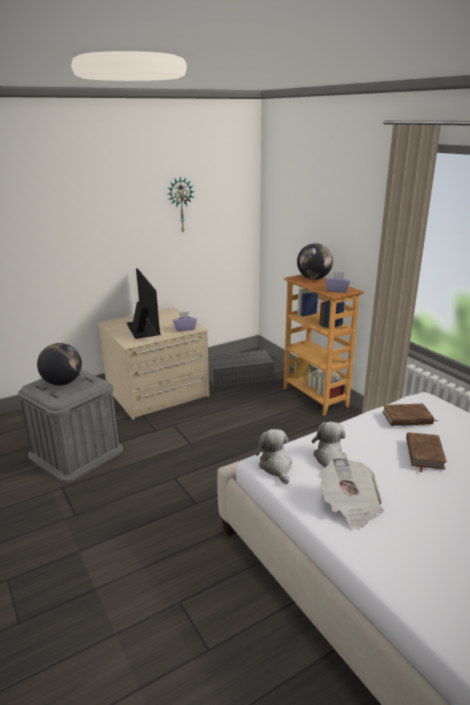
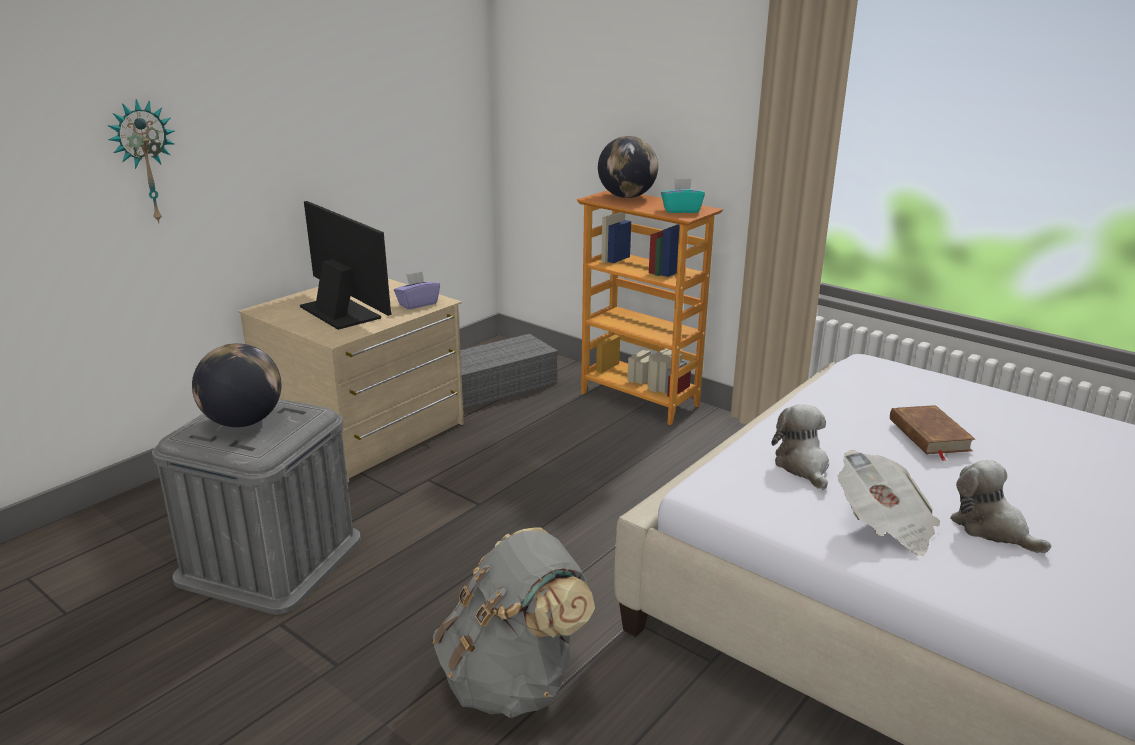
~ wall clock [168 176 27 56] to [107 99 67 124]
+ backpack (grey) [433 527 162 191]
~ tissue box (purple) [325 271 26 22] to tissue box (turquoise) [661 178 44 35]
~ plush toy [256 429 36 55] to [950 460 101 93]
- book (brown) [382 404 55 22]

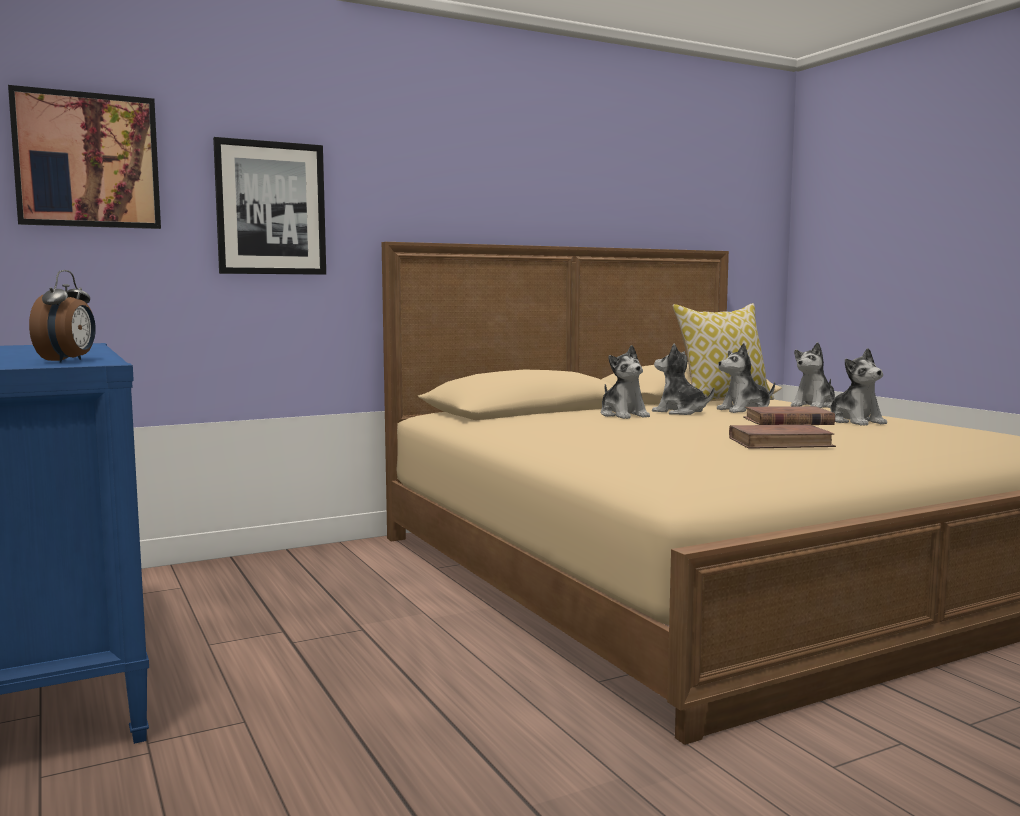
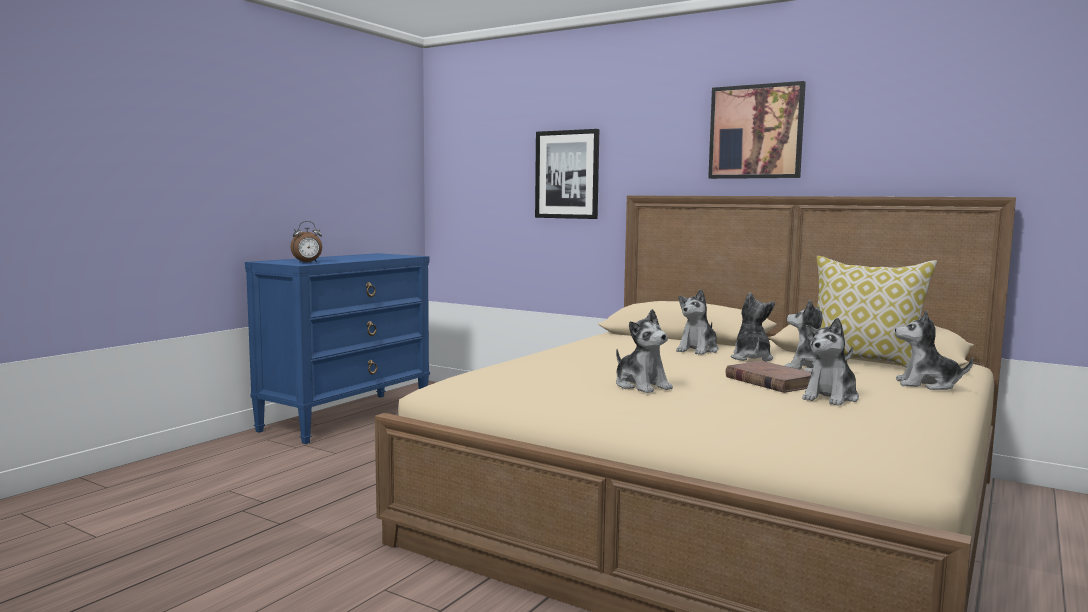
~ book (brown) [729 425 107 24] to plush toy [616 309 57 84]
~ picture [8 85 153 144] to [708 81 98 98]

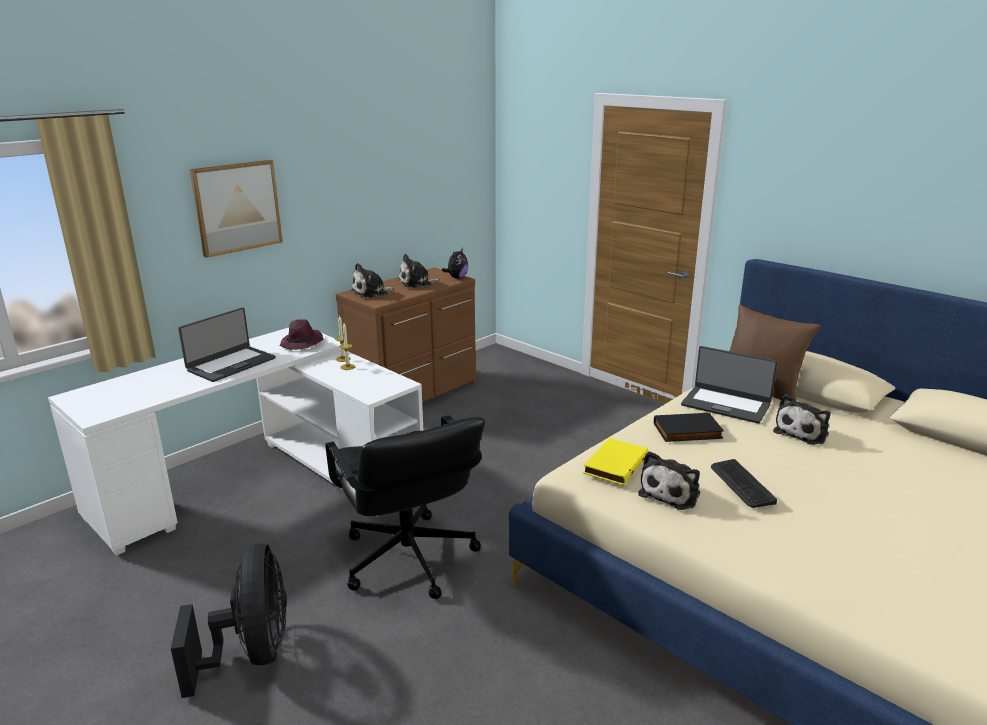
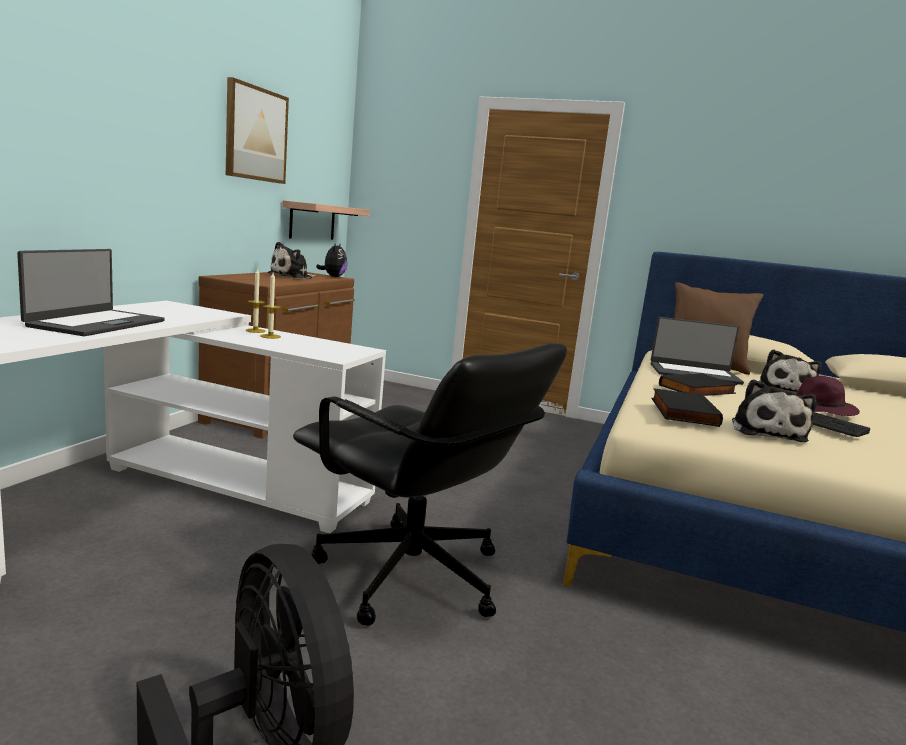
~ picture [190 160 93 98] to [226 77 63 107]
+ shelf [282 200 88 39]
~ book (yellow) [583 438 65 48] to book (black) [651 388 72 39]
~ hat (purple) [280 319 44 31] to [794 376 66 40]
- plush toy [351 263 43 35]

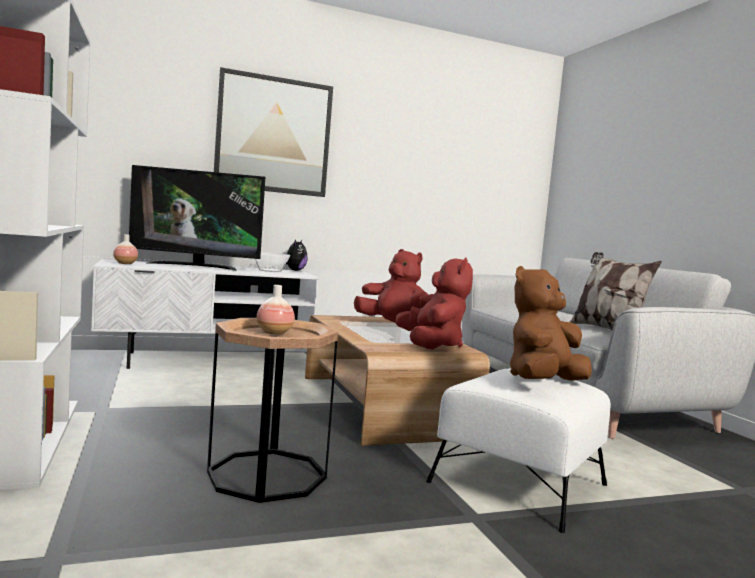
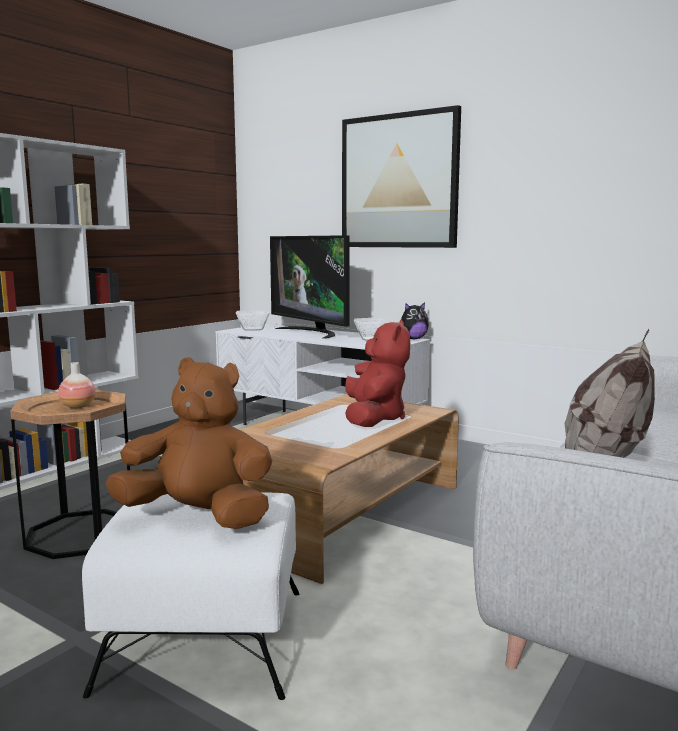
~ vase [113 234 25 30] to bowl [236 310 34 21]
- plush toy (red) [410 258 63 91]

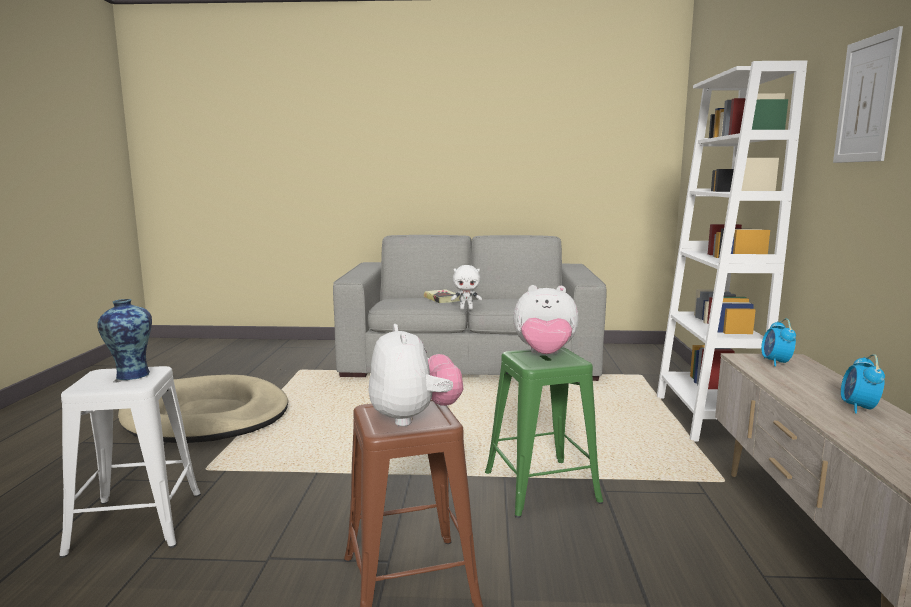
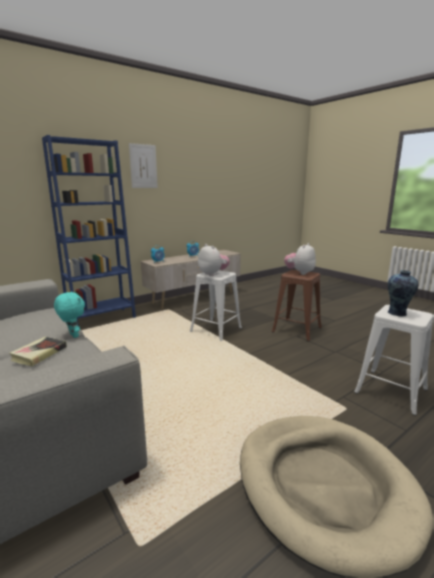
~ bookcase (white) [657 61 150 381] to bookcase (blue) [42 135 94 191]
~ plush toy (white) [451 265 31 45] to plush toy (turquoise) [54 291 31 47]
~ stool (green) [485 347 118 171] to stool (white) [190 270 52 71]

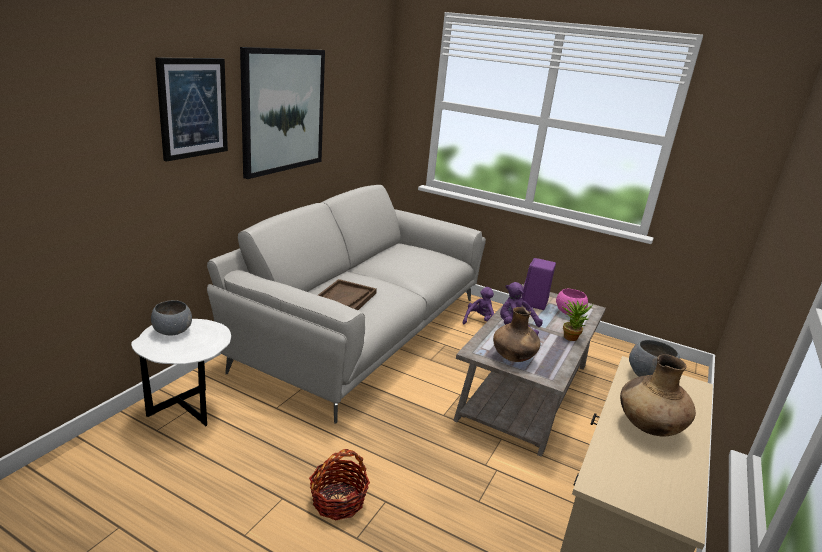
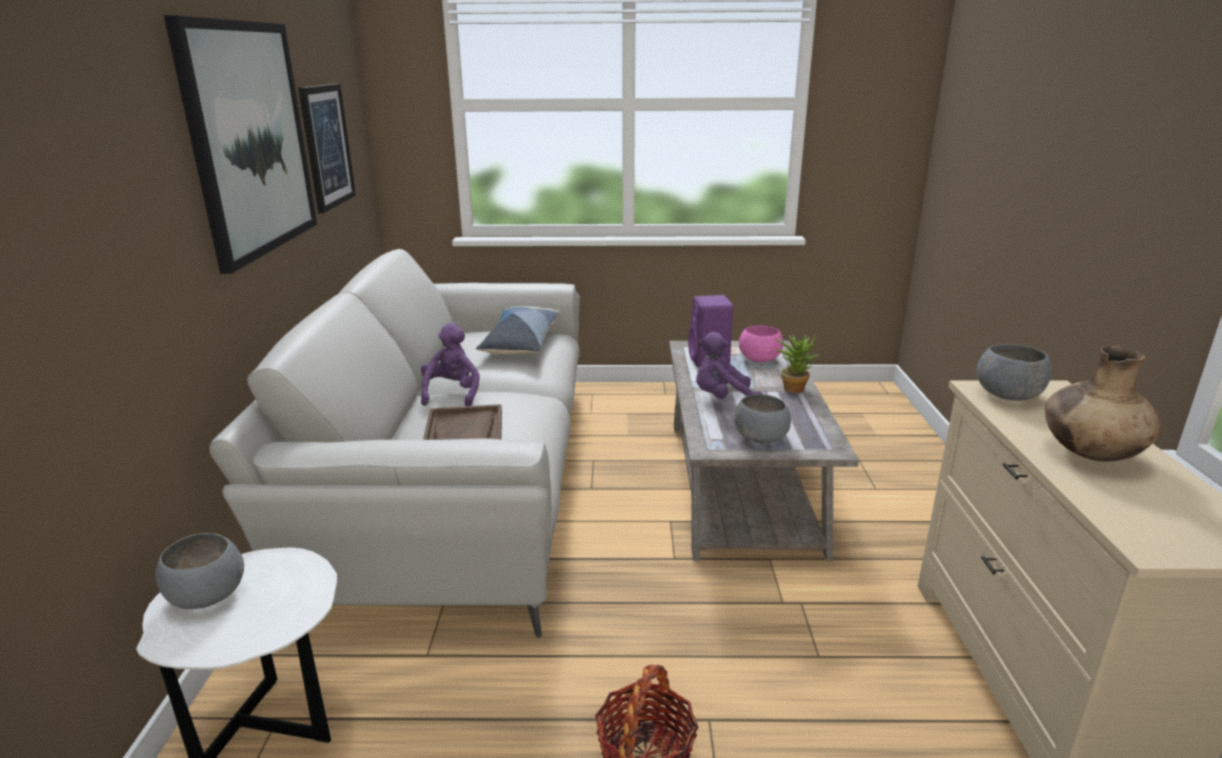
~ picture [155 57 73 104] to [298 84 58 129]
~ plush toy (purple) [462 287 32 37] to [421 323 59 83]
+ pillow [476 306 84 49]
~ vase (brown) [493 307 48 55] to bowl (grey) [735 394 56 50]

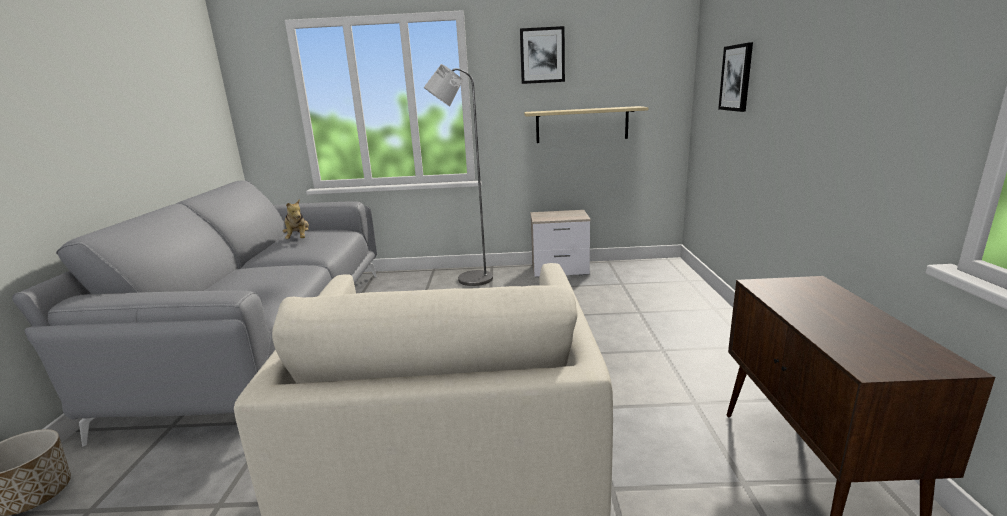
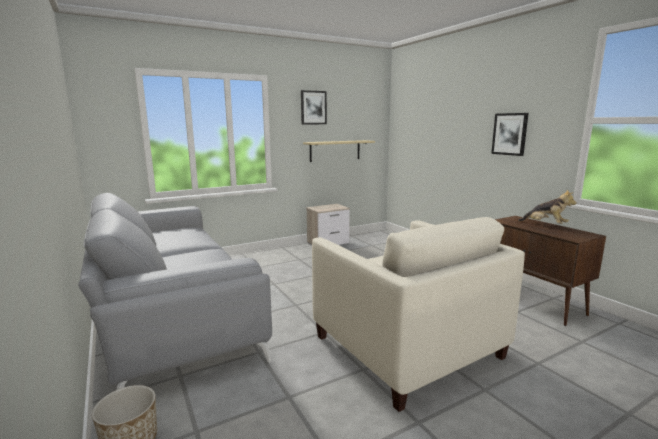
~ picture [718 42 35 70] to [491 113 37 43]
~ plush toy [283 199 26 40] to [518 189 58 35]
- floor lamp (grey) [424 64 69 222]

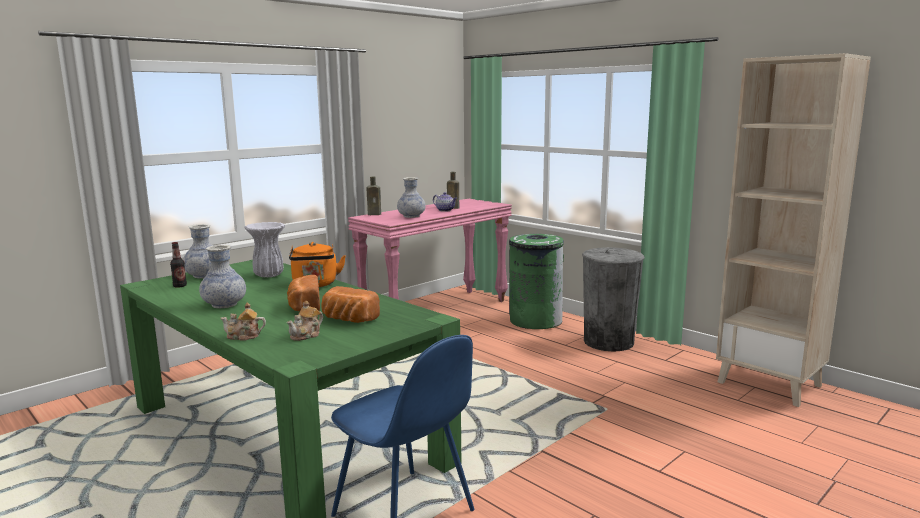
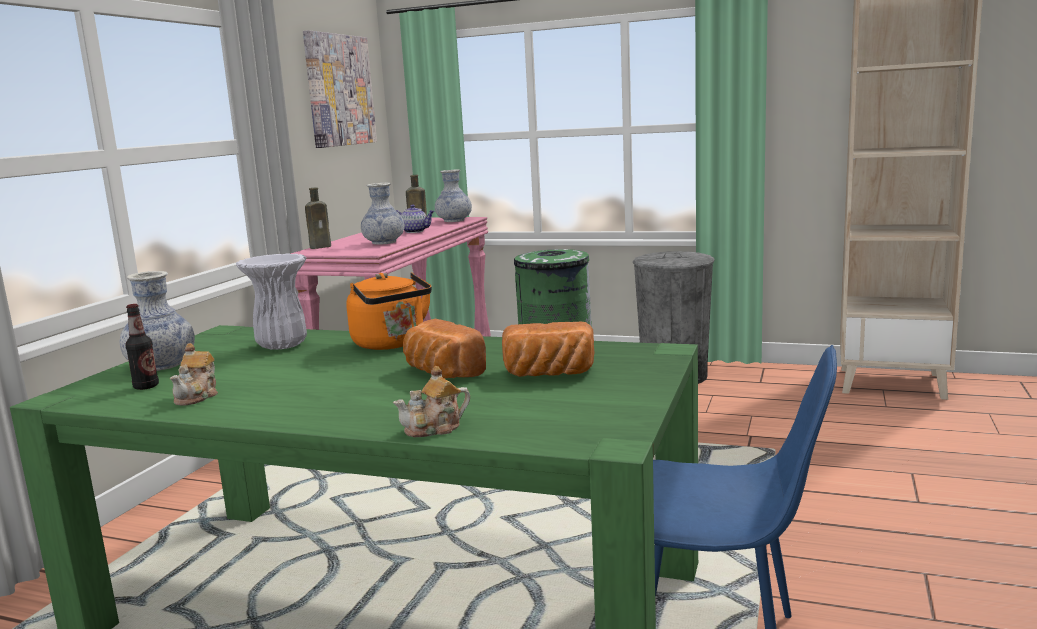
~ teapot [287 301 36 40] to [170 343 48 62]
+ picture [303 30 74 118]
~ vase [199 245 47 63] to [435 170 37 52]

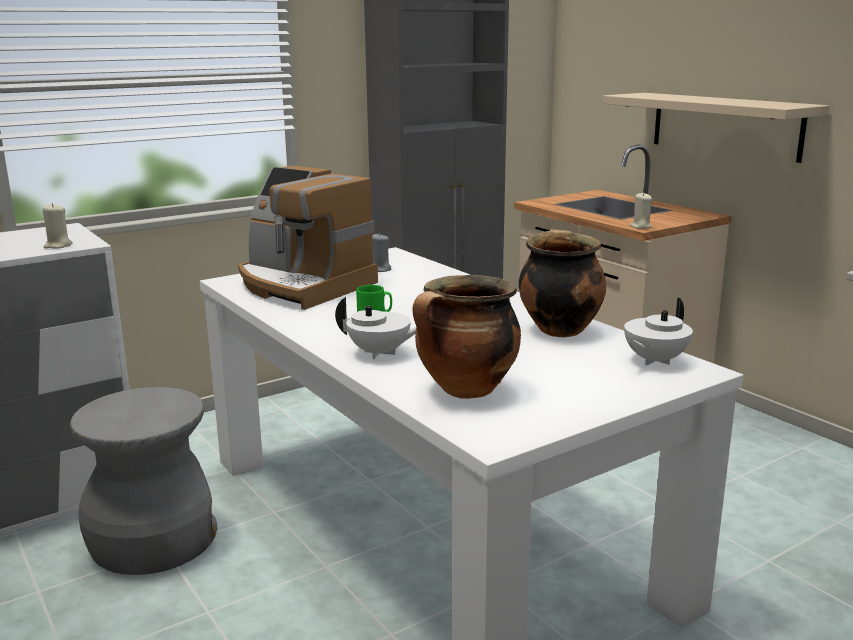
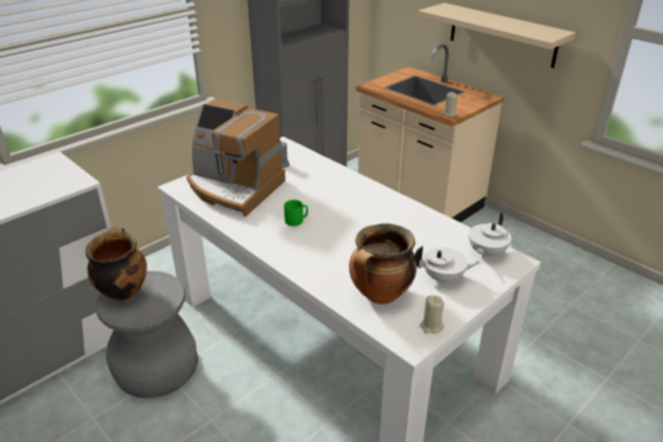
~ cooking pot [519 229 87 108] to [86 227 61 74]
~ teapot (white) [335 297 81 62] to [414 246 66 40]
~ candle (beige) [42 203 31 46] to [420 295 24 39]

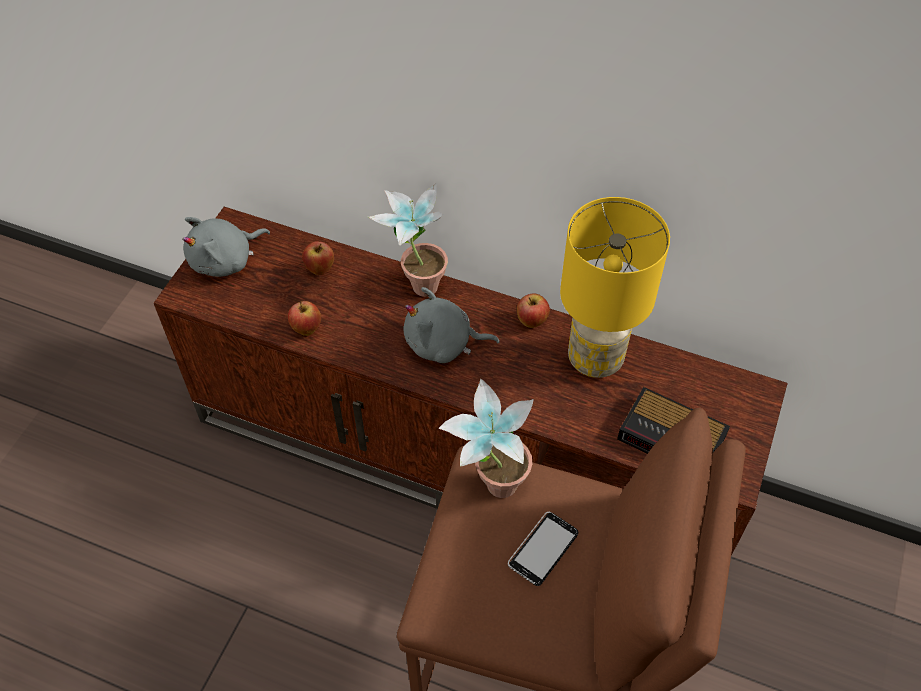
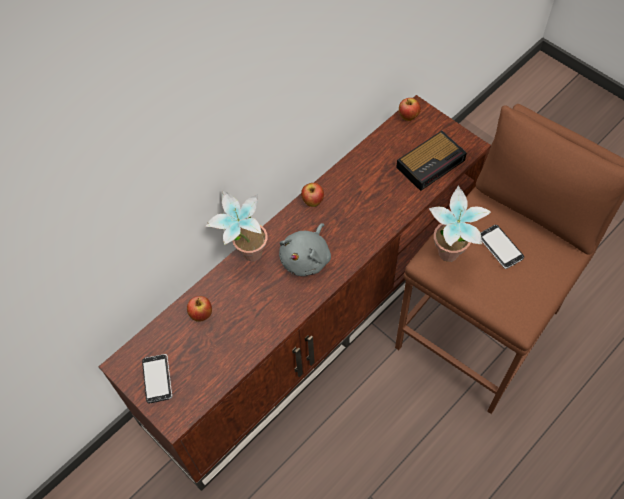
~ plush toy (grey) [182 217 88 60] to phone [142 354 30 49]
~ apple [288 301 33 35] to [399 98 22 23]
- table lamp (yellow) [560 197 110 181]

